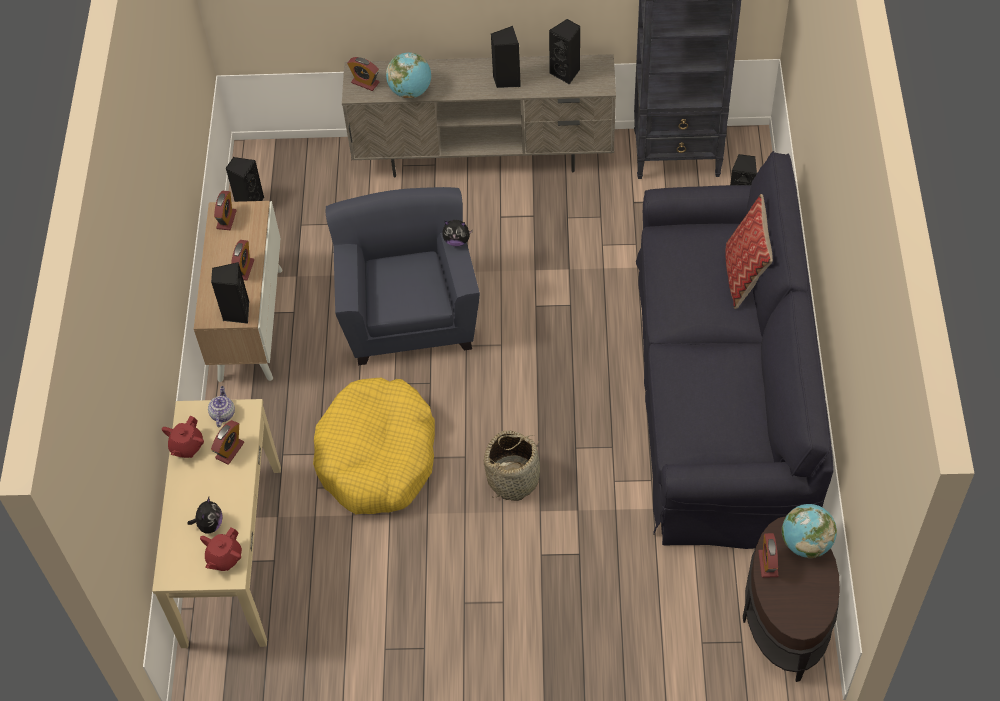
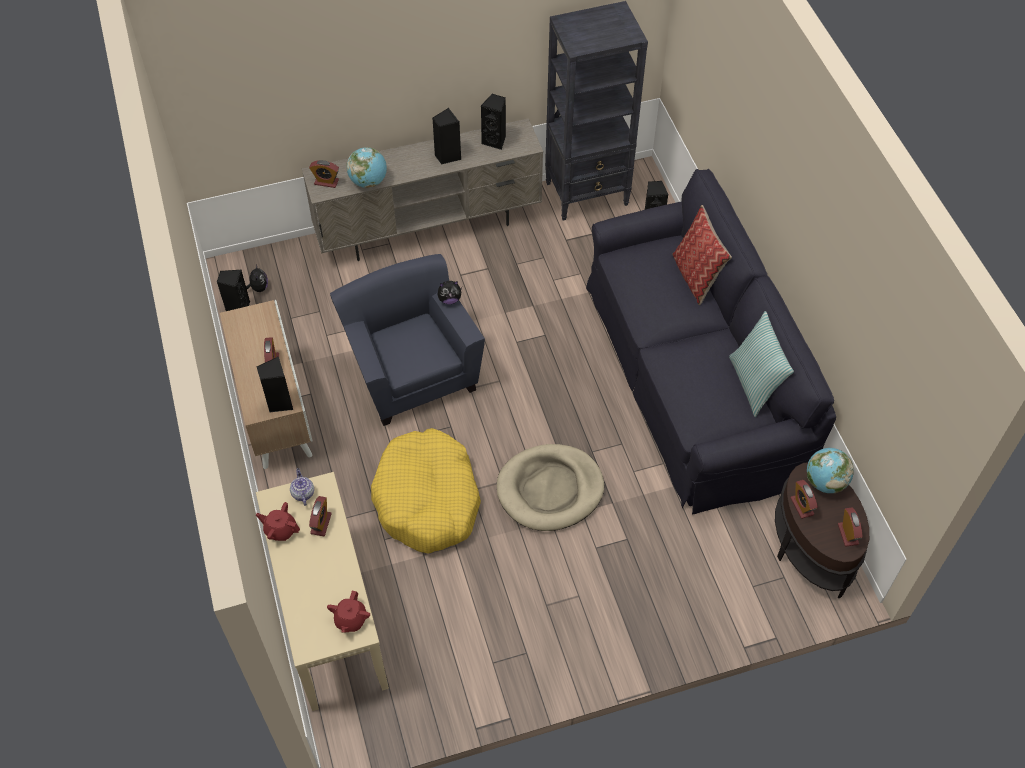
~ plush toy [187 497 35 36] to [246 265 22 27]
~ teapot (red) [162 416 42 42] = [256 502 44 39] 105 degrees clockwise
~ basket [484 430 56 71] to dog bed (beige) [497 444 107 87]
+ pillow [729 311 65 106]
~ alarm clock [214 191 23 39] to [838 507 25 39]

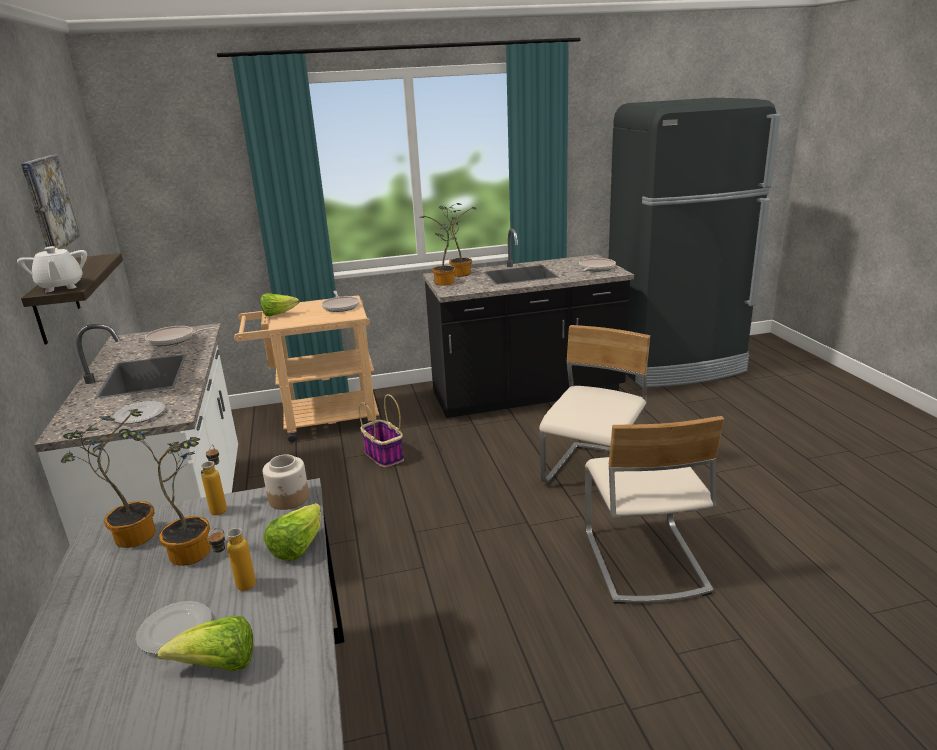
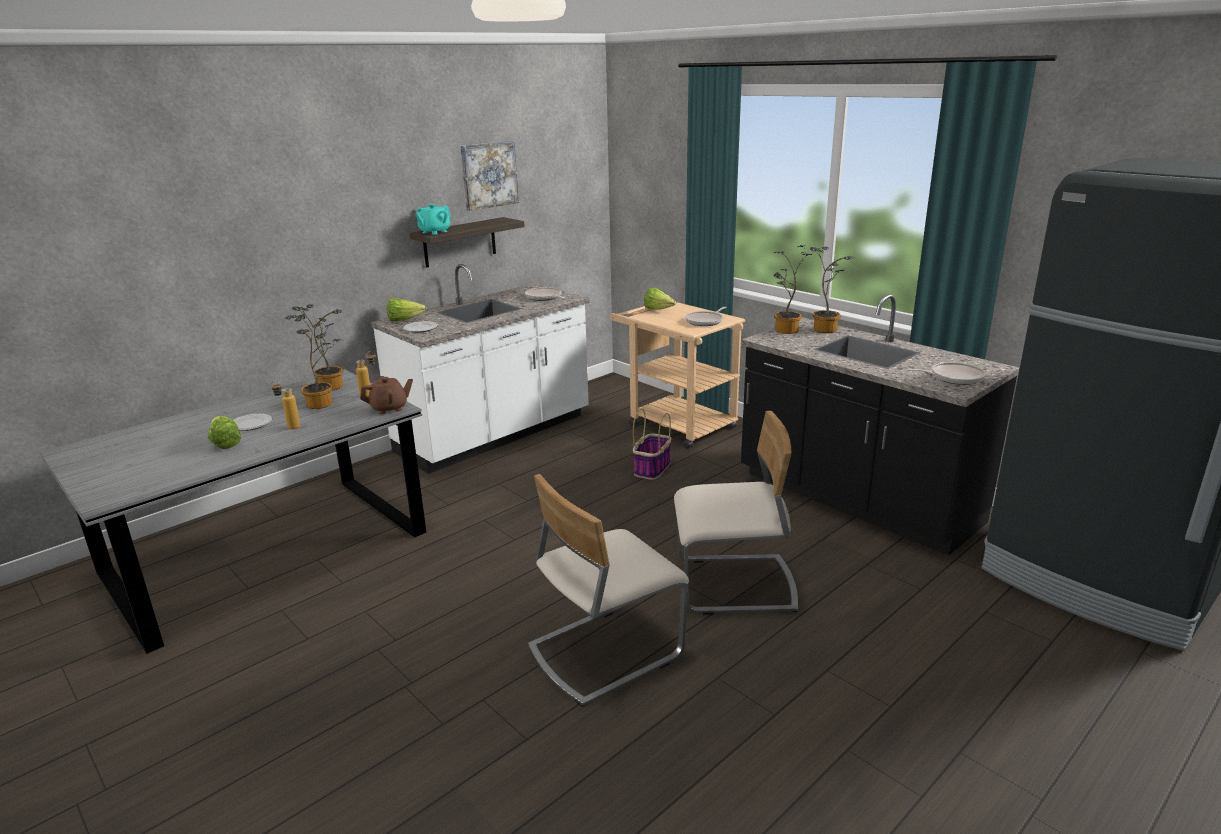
~ jar [263 455 46 55] to teapot (brown) [360 376 53 38]
~ lettuce [264 503 57 58] to [387 298 39 23]
~ teapot (white) [17 246 70 46] to teapot (turquoise) [415 204 36 31]

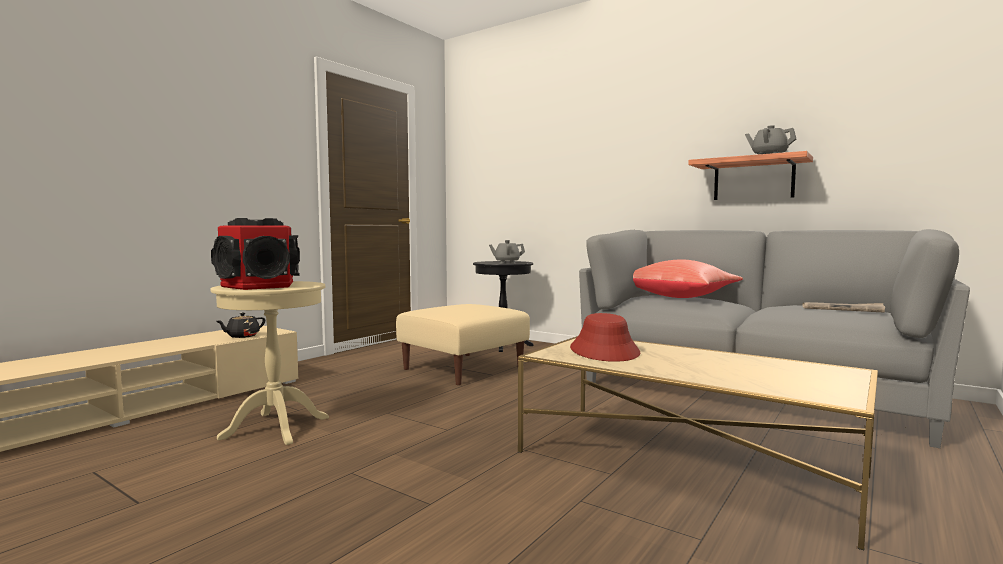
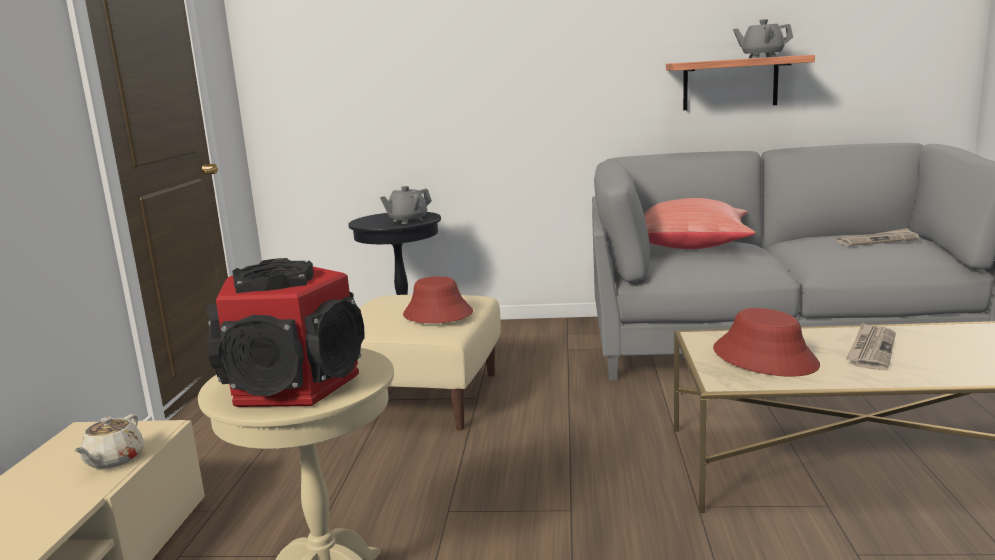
~ teapot (black) [216 313 49 25] to teapot (beige) [74 414 69 55]
+ hat (red) [403 276 70 47]
+ newspaper [846 322 50 48]

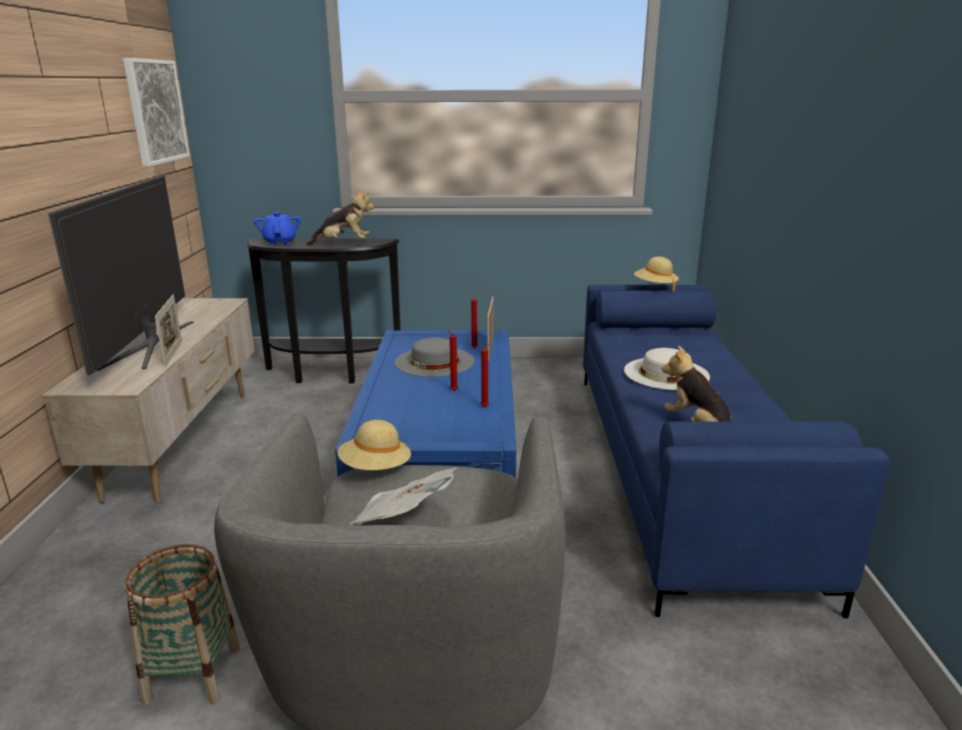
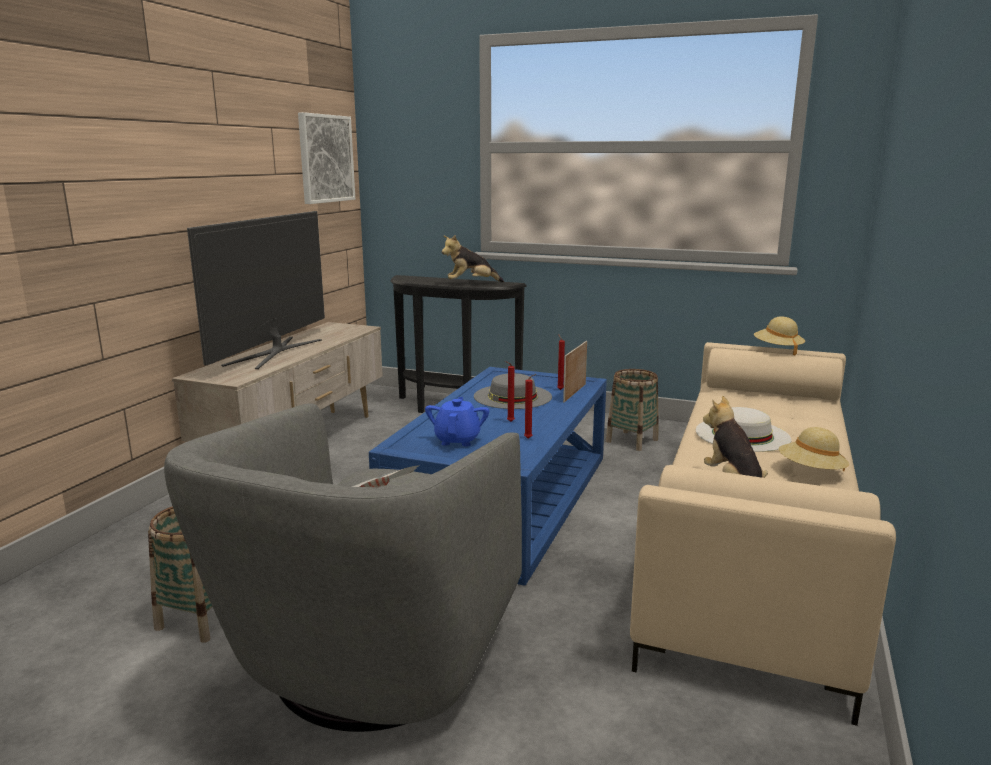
~ teapot (blue) [254 212 47 33] to [425 397 64 49]
~ plush toy [306 189 68 56] = [442 235 62 47] 150 degrees clockwise
+ basket [606 369 53 82]
~ sofa (blue) [583 285 307 333] to sofa (beige) [630 342 266 384]
~ hat (beige) [337 420 74 50] to [778 427 71 44]
- picture frame [155 295 27 72]

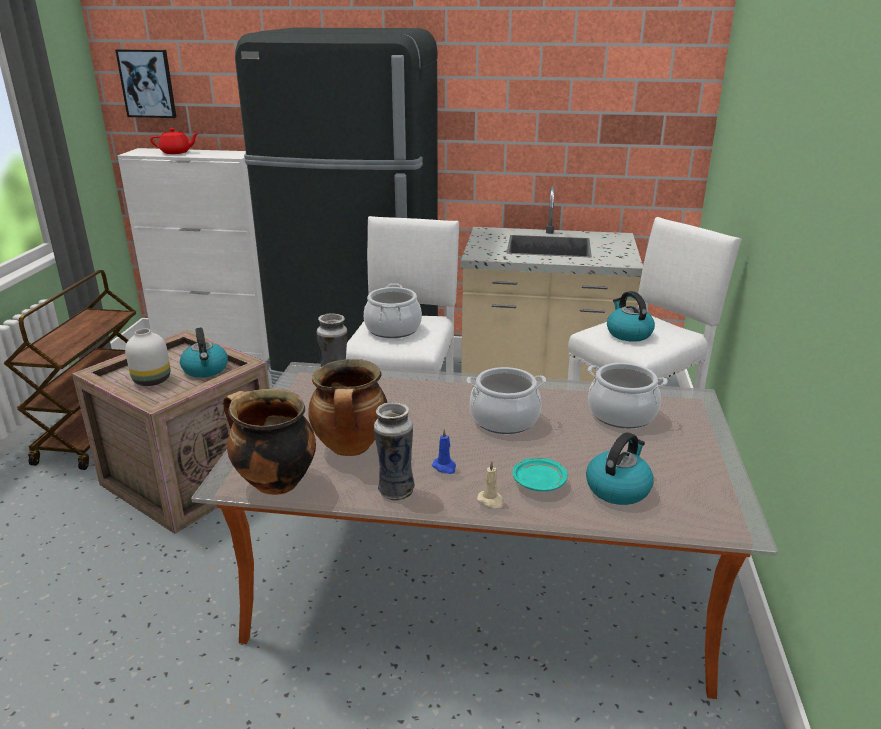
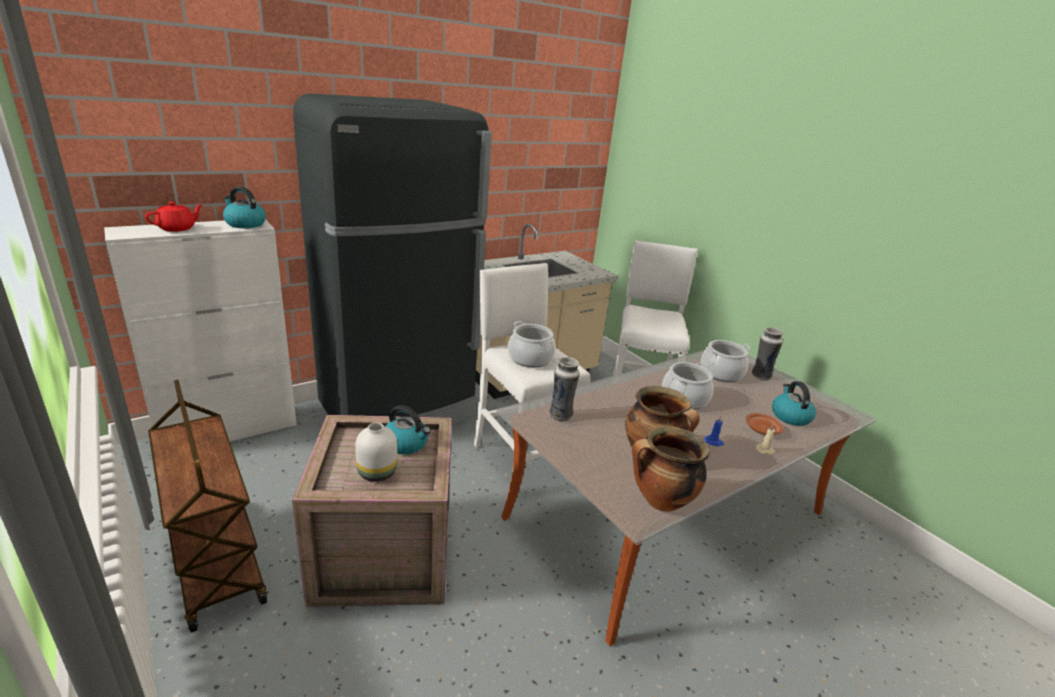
~ kettle [607 291 48 51] to [223 187 43 41]
~ plate (turquoise) [513 458 54 33] to plate (brown) [746 413 38 22]
~ vase [374 402 41 99] to [752 327 31 54]
- picture [115 49 61 69]

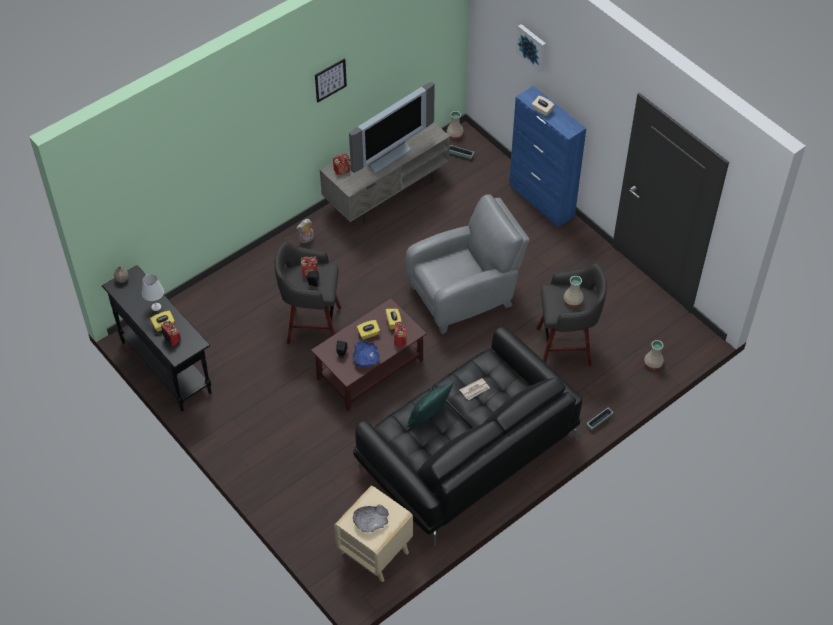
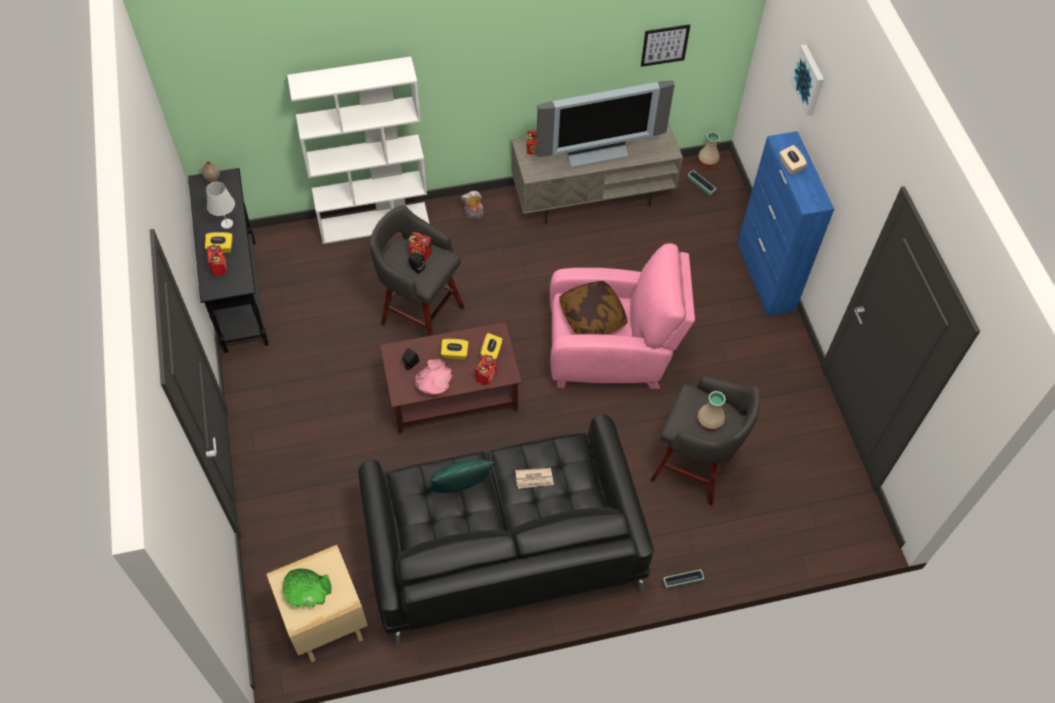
~ bowl (grey) [353 504 36 28] to bowl (green) [283 568 49 39]
+ bookcase (white) [287 57 143 187]
~ bowl (blue) [353 340 27 27] to bowl (pink) [415 359 38 36]
~ armchair (grey) [406 195 123 139] to armchair (pink) [550 243 145 146]
+ pillow [559 281 69 54]
~ picture [315 58 32 45] to [641 24 49 43]
- vase (beige) [644 340 20 29]

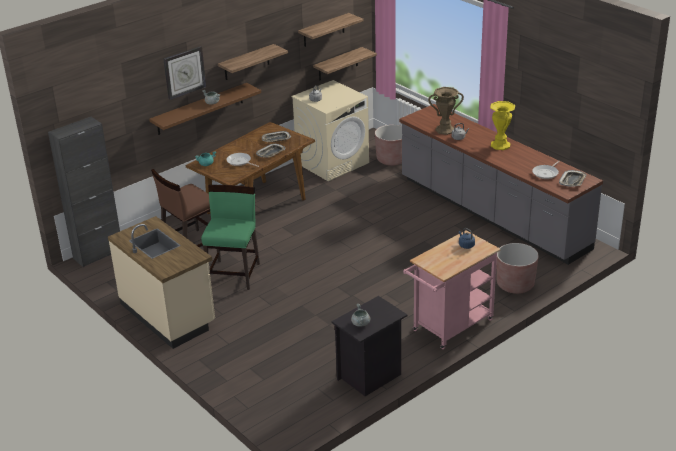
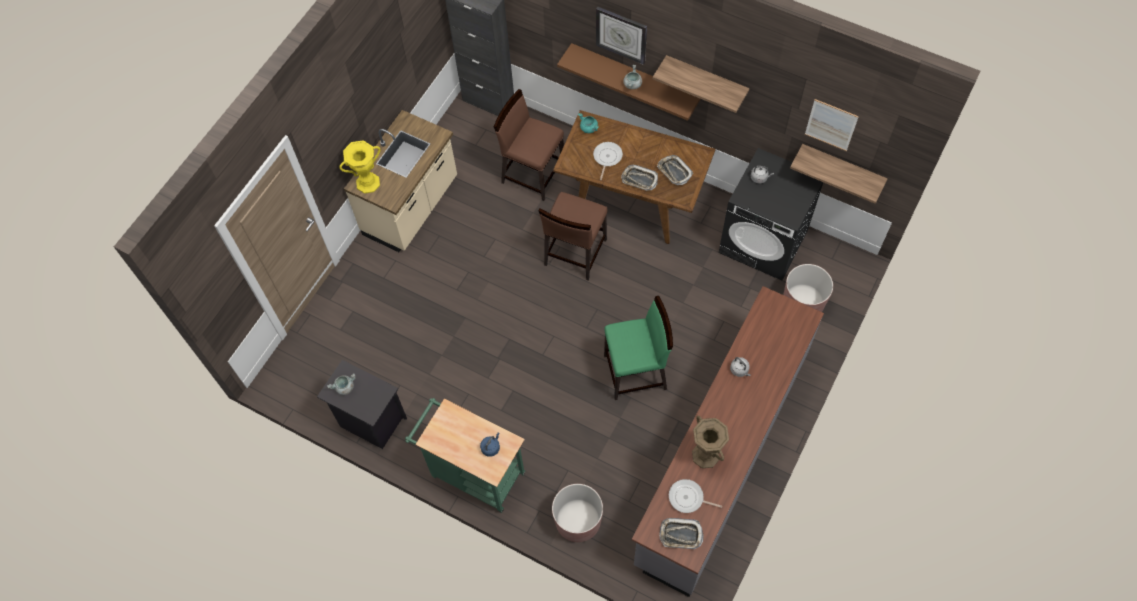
~ vase (yellow) [490 101 25 49] to [339 140 42 54]
~ cart (pink) [403 230 98 119] to cart (green) [405 398 120 115]
+ chair (brown) [539 192 68 89]
~ chair (green) [201 185 59 105] to [604 296 69 104]
~ vase (brown) [428 87 36 48] to [692 415 37 53]
~ washing machine (beige) [291 80 78 101] to washing machine (black) [719 148 104 132]
~ shelf [298 13 66 34] to picture [805 99 54 52]

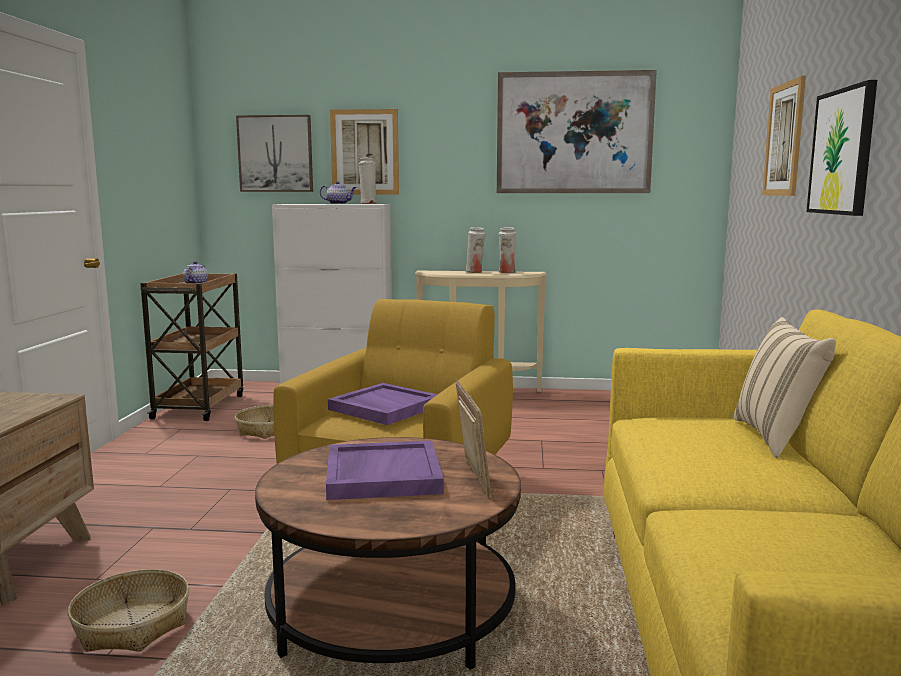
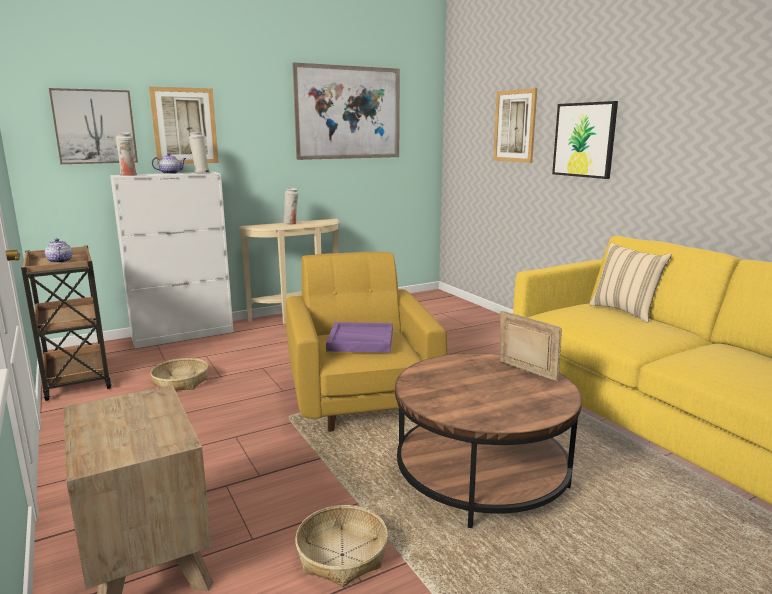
~ vase (white) [499 227 17 46] to [115 132 23 44]
- tray (purple) [326 441 118 59]

